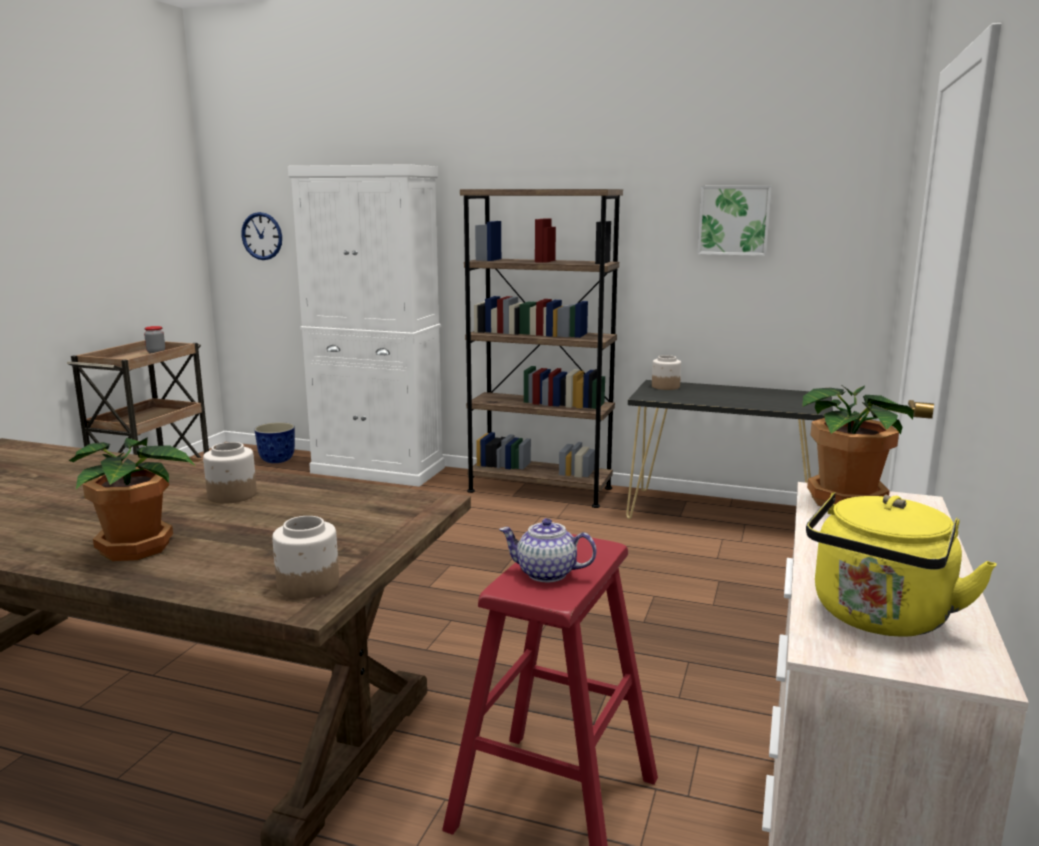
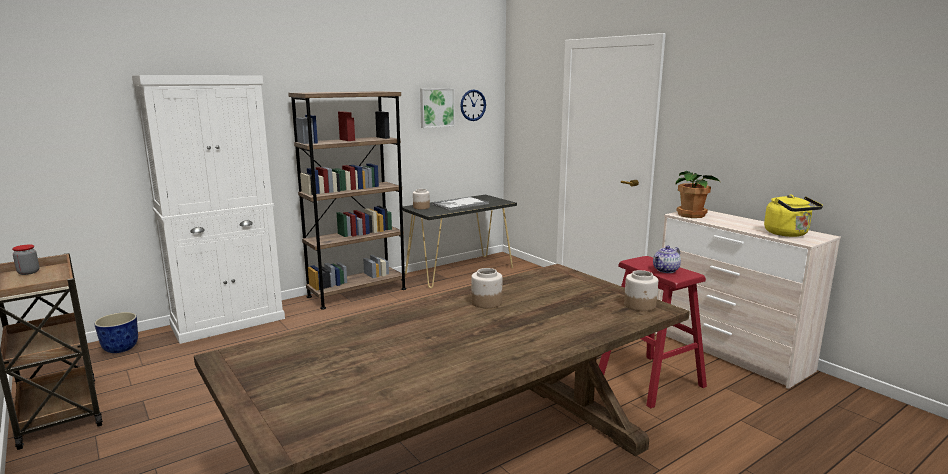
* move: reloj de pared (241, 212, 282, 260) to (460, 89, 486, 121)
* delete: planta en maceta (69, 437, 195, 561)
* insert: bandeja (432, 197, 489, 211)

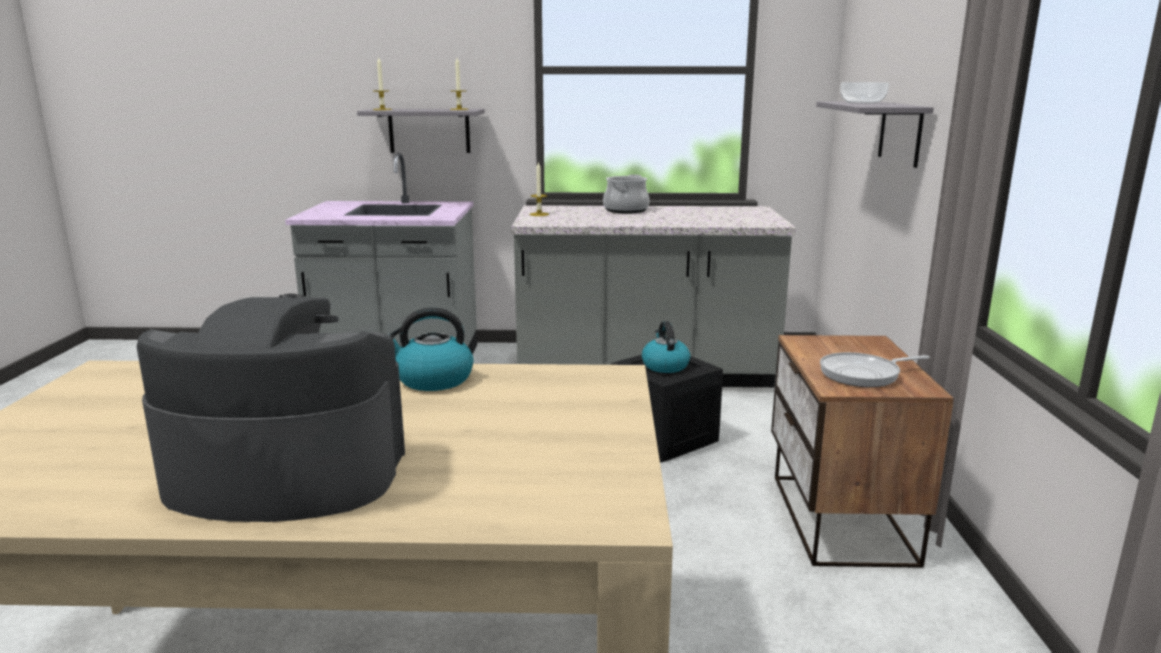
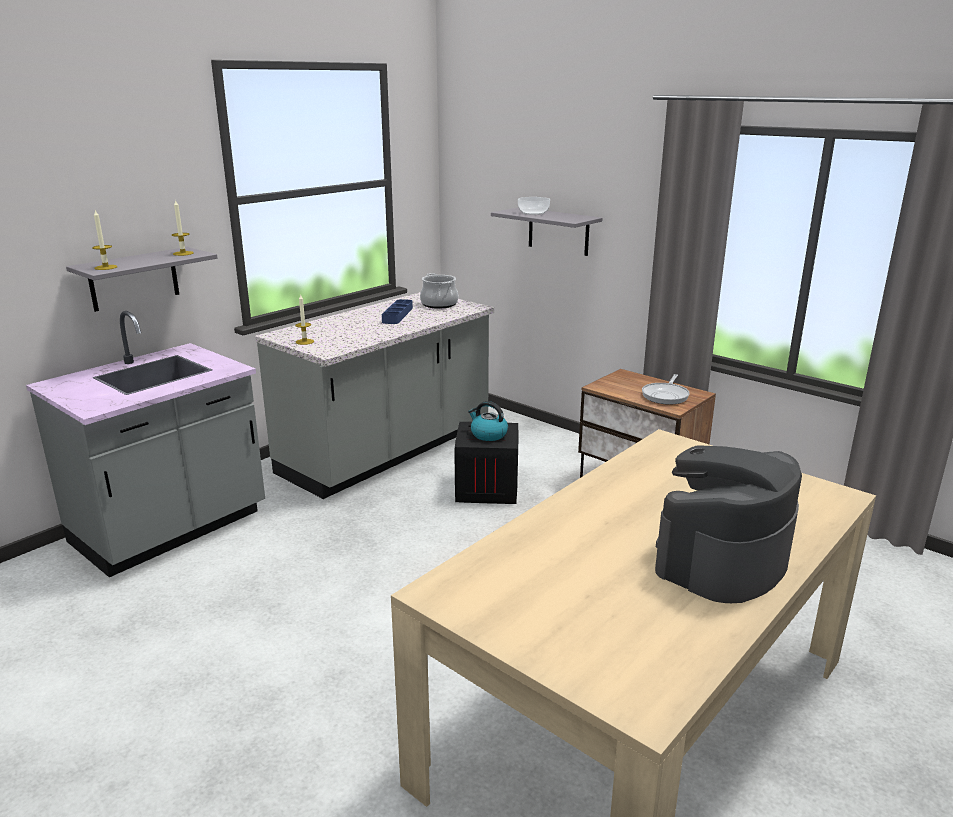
* move: olla (603, 174, 649, 214) to (420, 273, 458, 309)
* delete: hervidor (388, 308, 474, 391)
* insert: bandeja (azul) (382, 299, 413, 324)

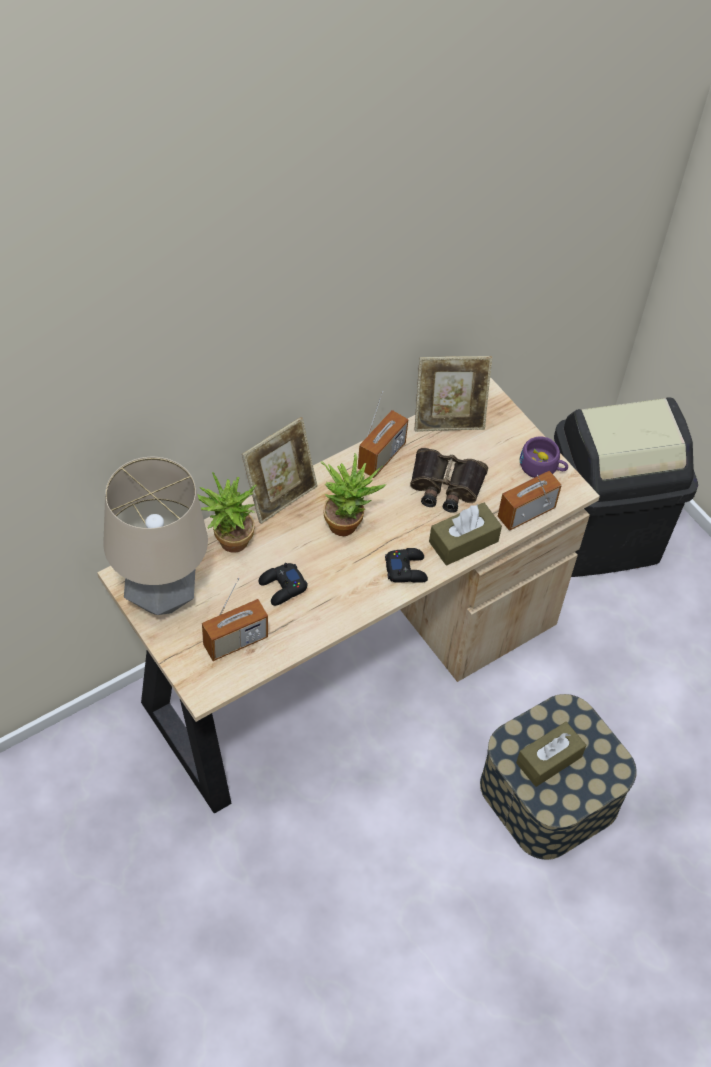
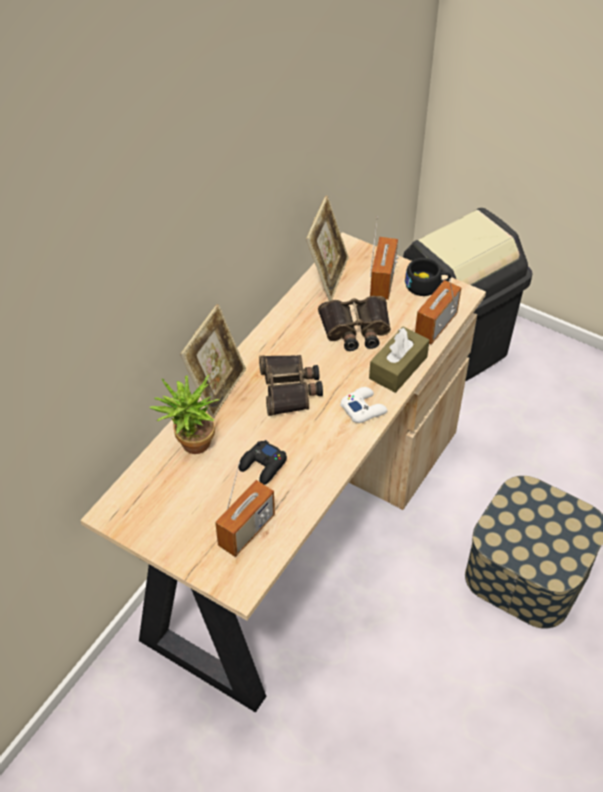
* rotate: portarretratos (415, 356, 492, 432) = (306, 196, 349, 301) 45 degrees counterclockwise
* move: radio (358, 391, 408, 478) to (370, 216, 398, 300)
* recolor: taza (morado) (520, 436, 568, 478) to taza (negro) (405, 258, 451, 296)
* replace: planta en maceta (321, 453, 387, 536) to prismáticos (259, 355, 323, 416)
* delete: lámpara de mesa (103, 457, 208, 615)
* recolor: mando de consola (negro) (385, 548, 428, 583) to mando de consola (blanco) (340, 387, 388, 423)
* delete: caja de pañuelos (marrón) (516, 722, 586, 787)

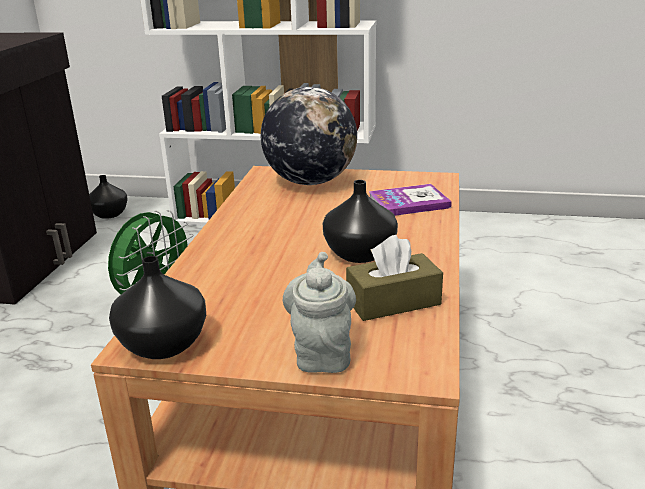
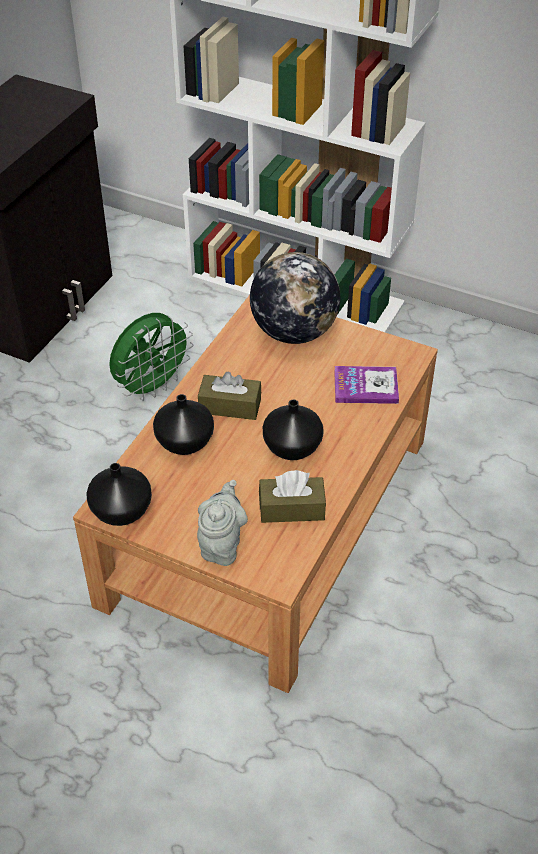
* move: florero (negro) (89, 175, 128, 219) to (153, 394, 214, 455)
* insert: caja de pañuelos (marrón) (198, 371, 261, 420)

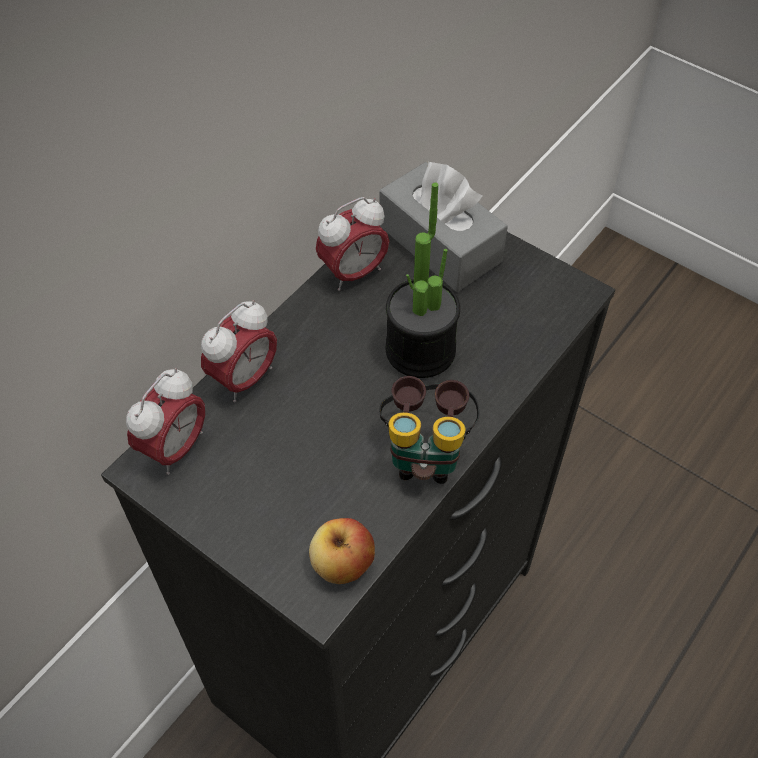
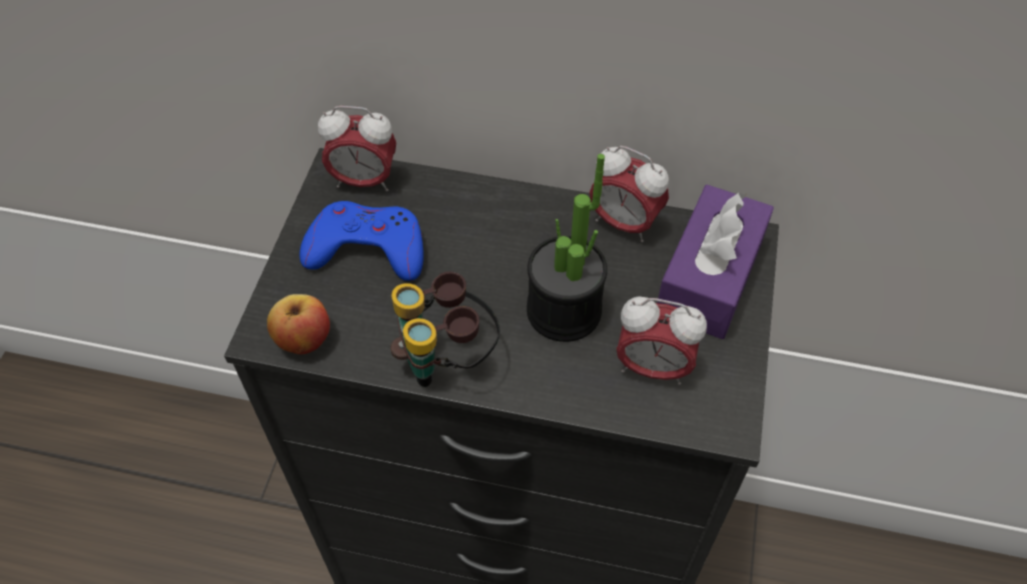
* recolor: caja de pañuelos (gris) (379, 161, 508, 292) to caja de pañuelos (morado) (657, 185, 774, 339)
* move: despertador (201, 300, 277, 402) to (616, 296, 707, 385)
* insert: mando de consola (azul) (300, 201, 424, 281)

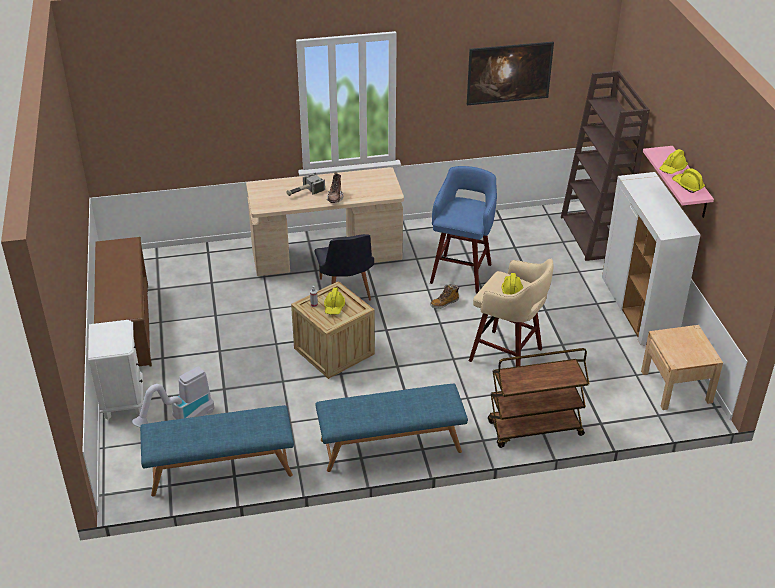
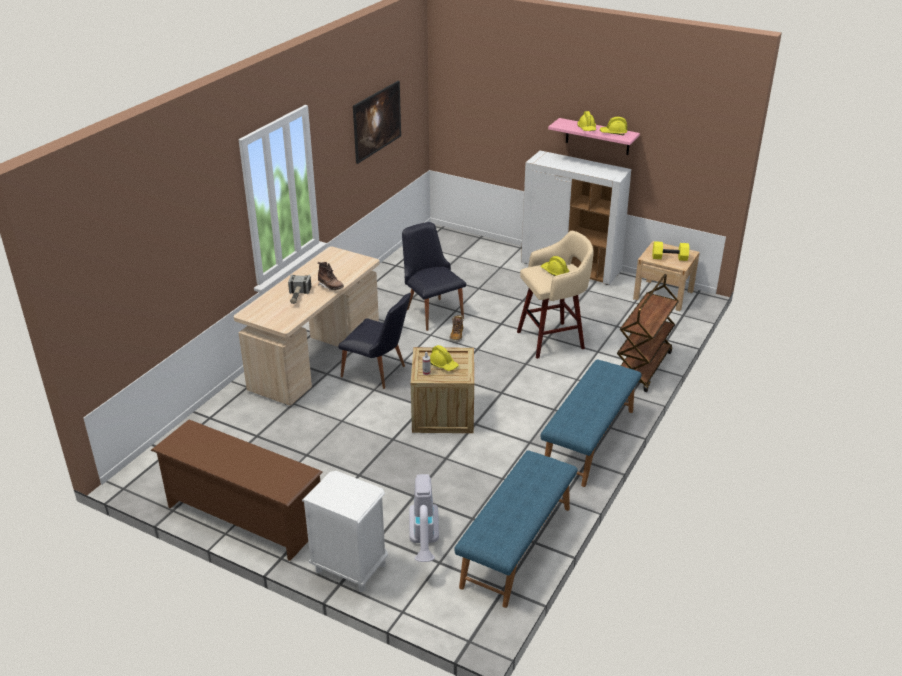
* delete: estantería (marrón) (561, 71, 650, 261)
* replace: taburete (azul) (430, 166, 497, 293) to silla (negro) (402, 222, 466, 331)
* insert: mancuerna (amarillo) (652, 241, 689, 261)

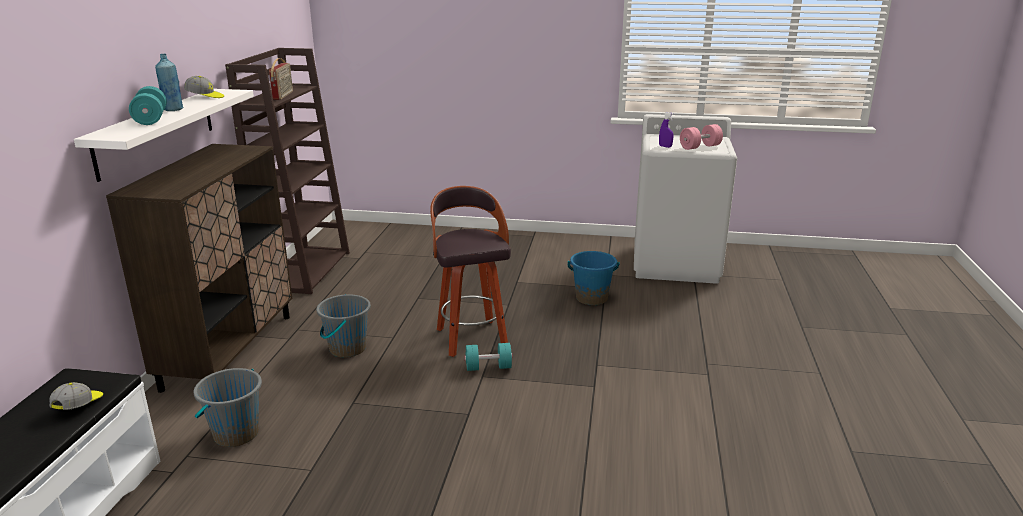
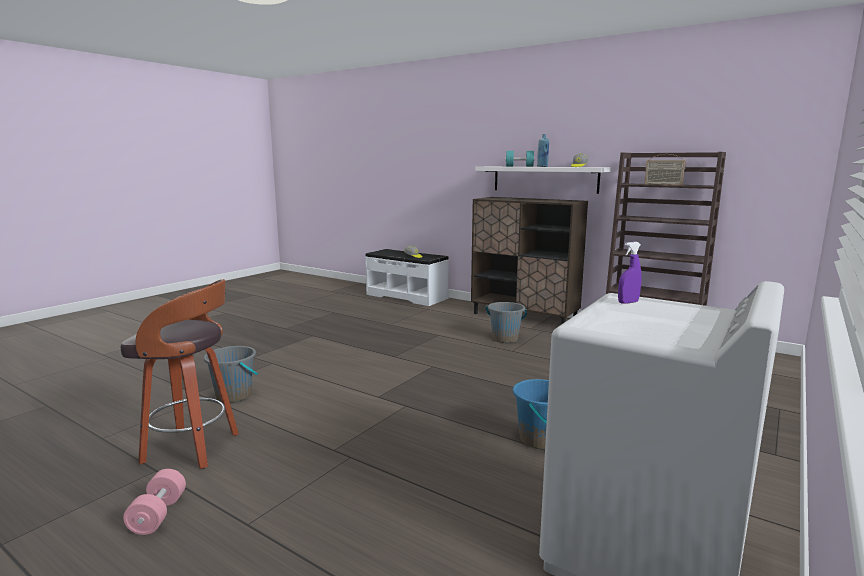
* move: mancuerna (rosa) (680, 124, 723, 150) to (123, 469, 186, 535)
* move: taburete (430, 186, 511, 357) to (121, 279, 239, 469)
* delete: mancuerna (turquesa) (464, 343, 512, 371)
* move: cubo (gris) (193, 368, 262, 447) to (204, 346, 258, 403)

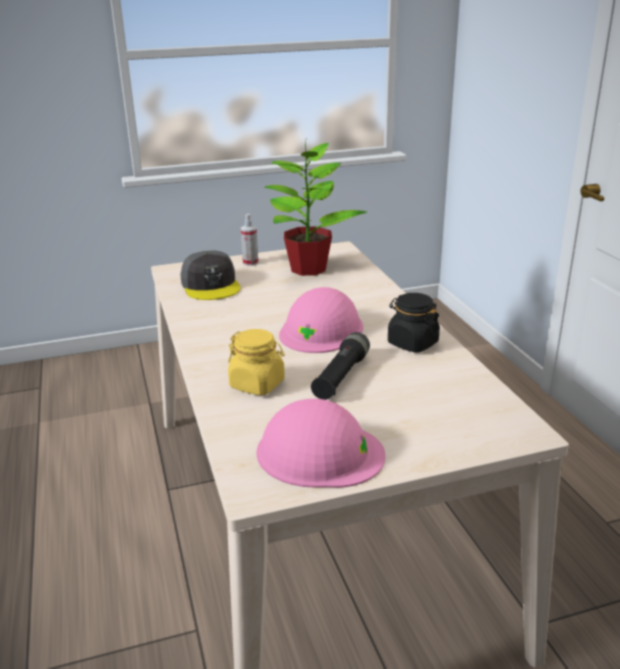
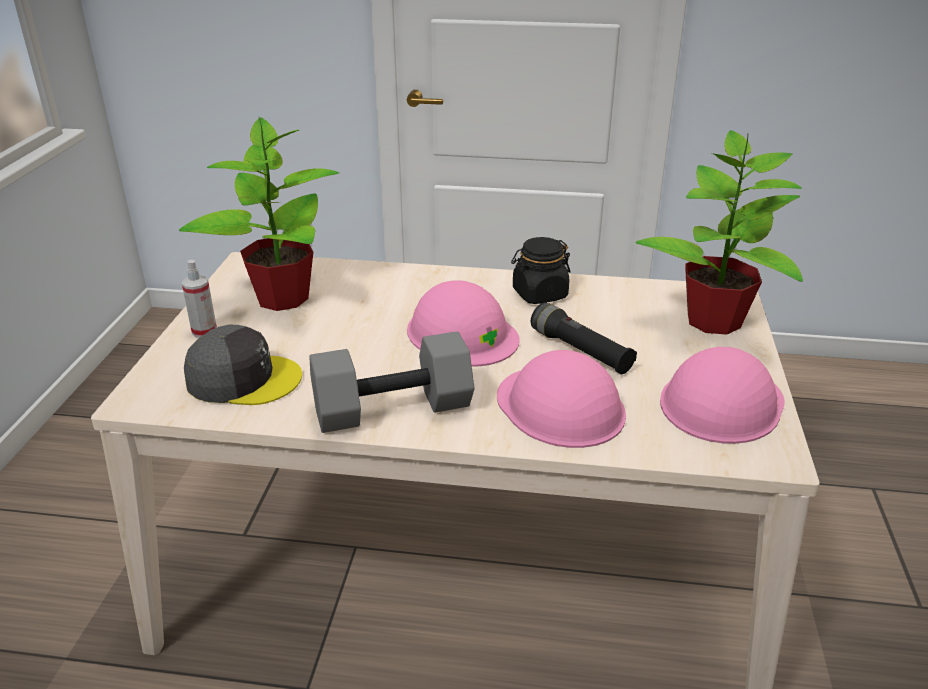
* replace: tarro (amarillo) (228, 329, 285, 395) to casco (rosa) (497, 350, 626, 448)
* insert: planta en maceta (635, 130, 803, 335)
* insert: mancuerna (gris) (309, 331, 475, 433)

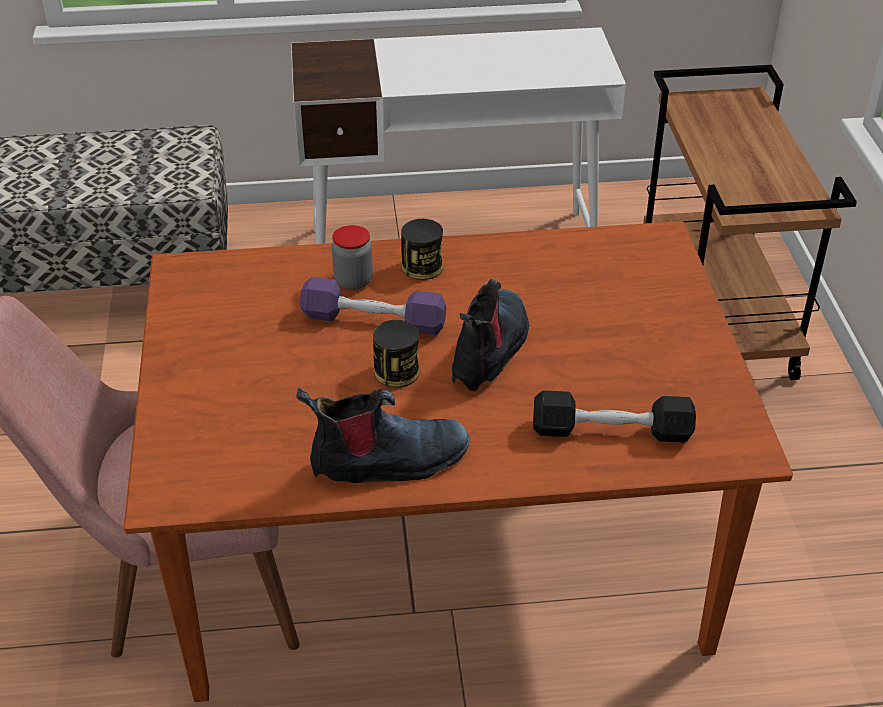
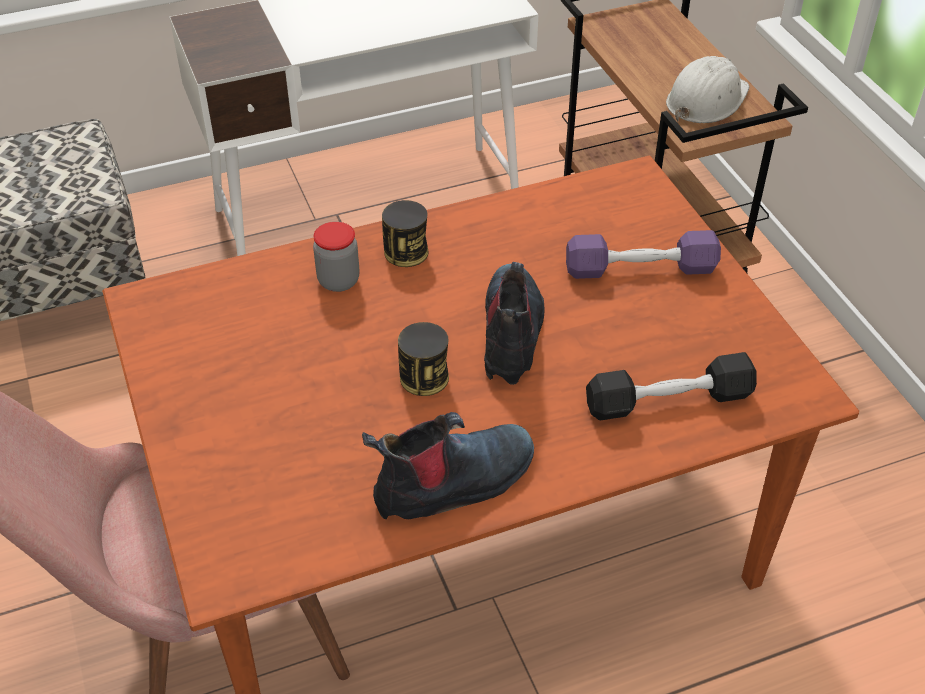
* move: mancuerna (morado) (300, 277, 446, 335) to (566, 230, 721, 279)
* insert: casco (blanco) (666, 56, 749, 123)

